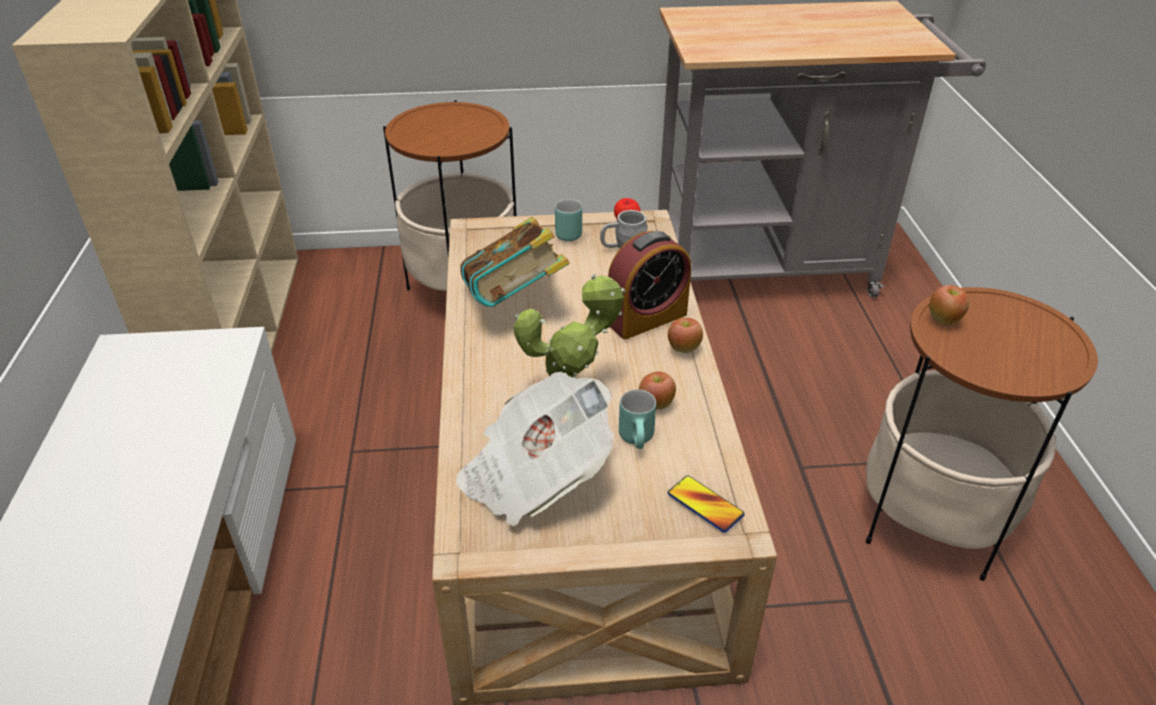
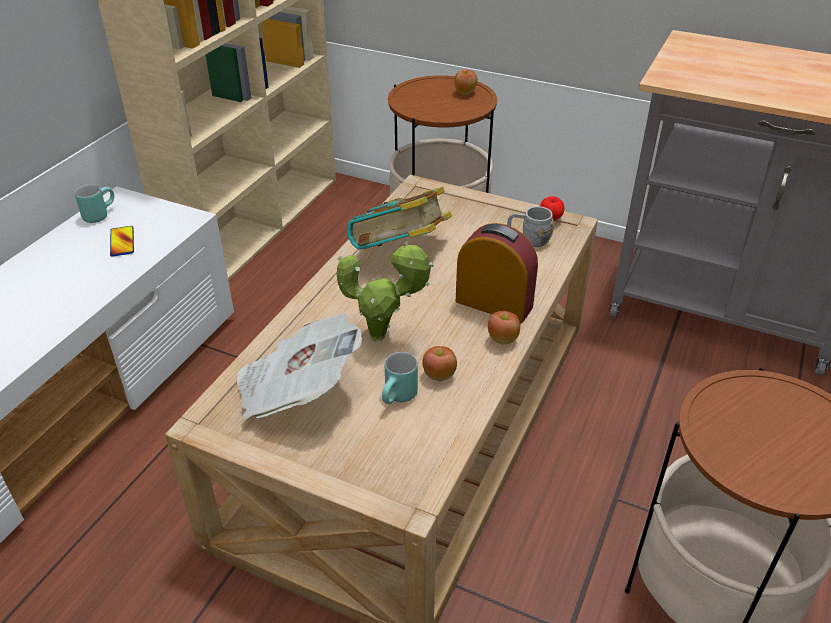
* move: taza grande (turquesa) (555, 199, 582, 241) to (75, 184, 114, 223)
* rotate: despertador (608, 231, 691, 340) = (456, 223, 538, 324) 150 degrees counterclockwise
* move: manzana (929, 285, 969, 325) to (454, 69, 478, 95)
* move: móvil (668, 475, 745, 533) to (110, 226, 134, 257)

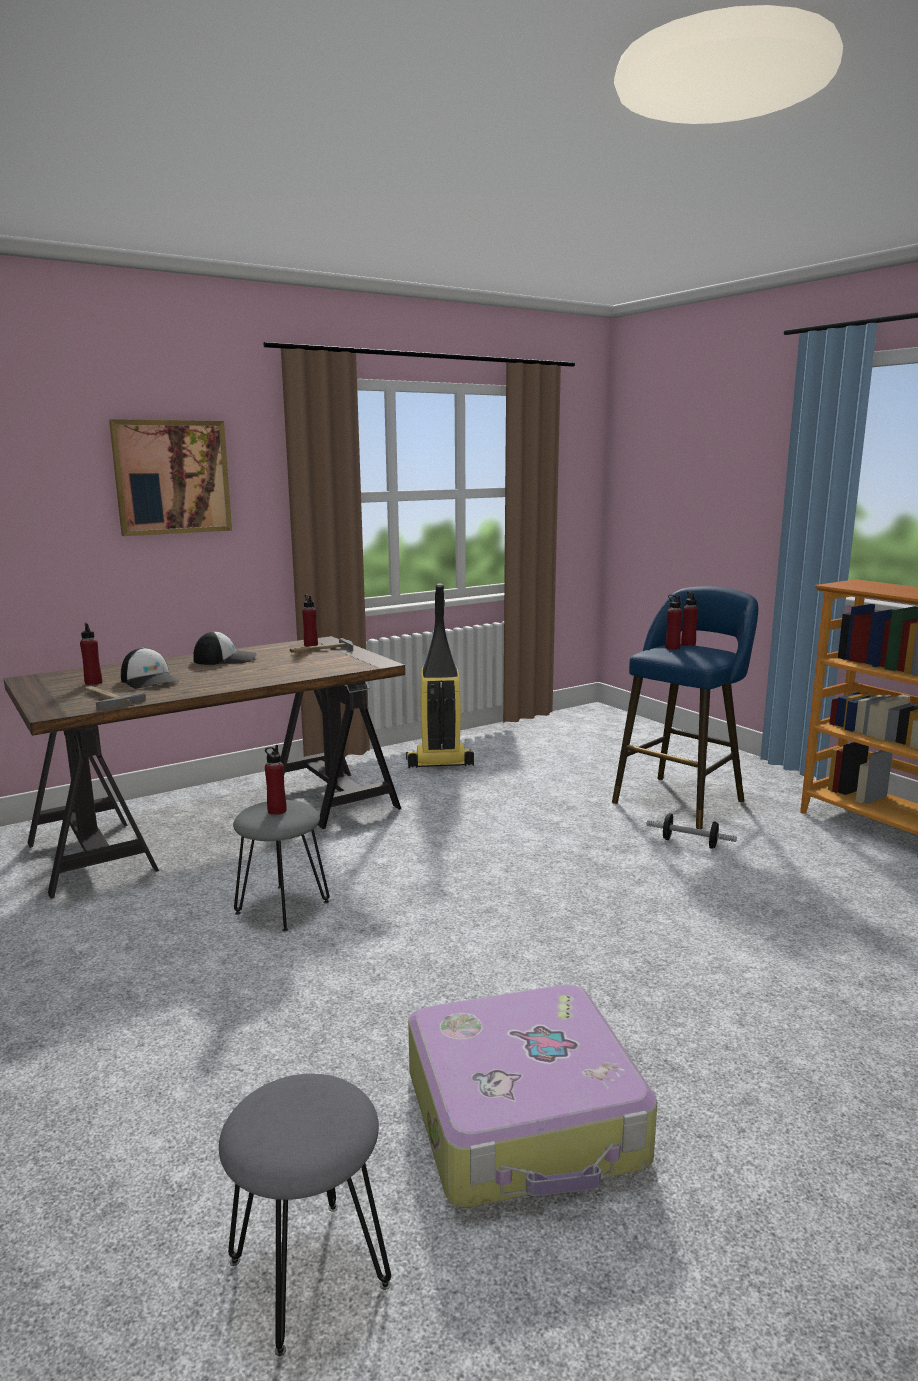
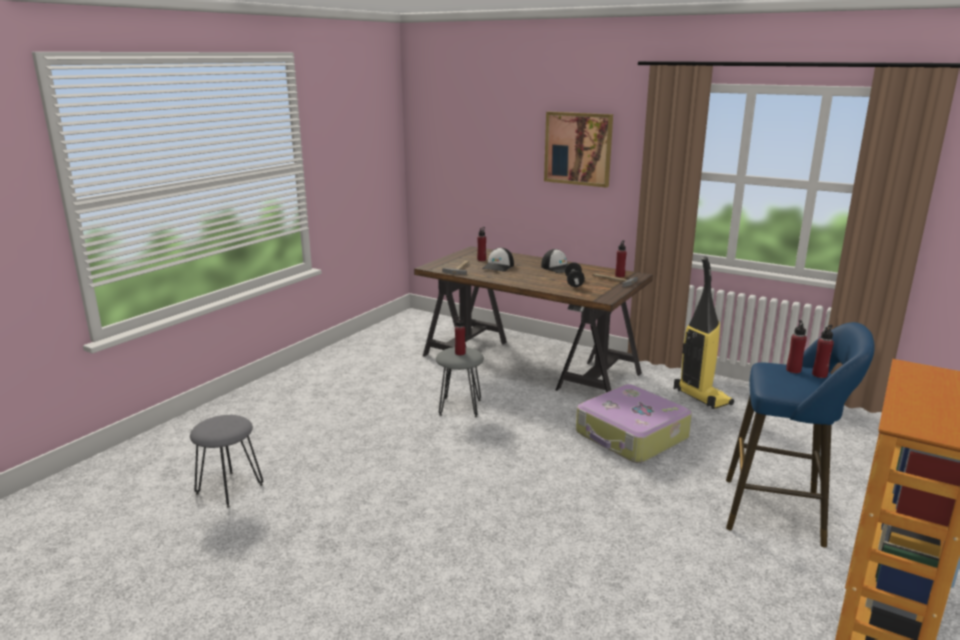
* move: mancuerna (646, 814, 737, 849) to (565, 262, 585, 287)
* move: maleta (408, 984, 658, 1208) to (576, 384, 692, 463)

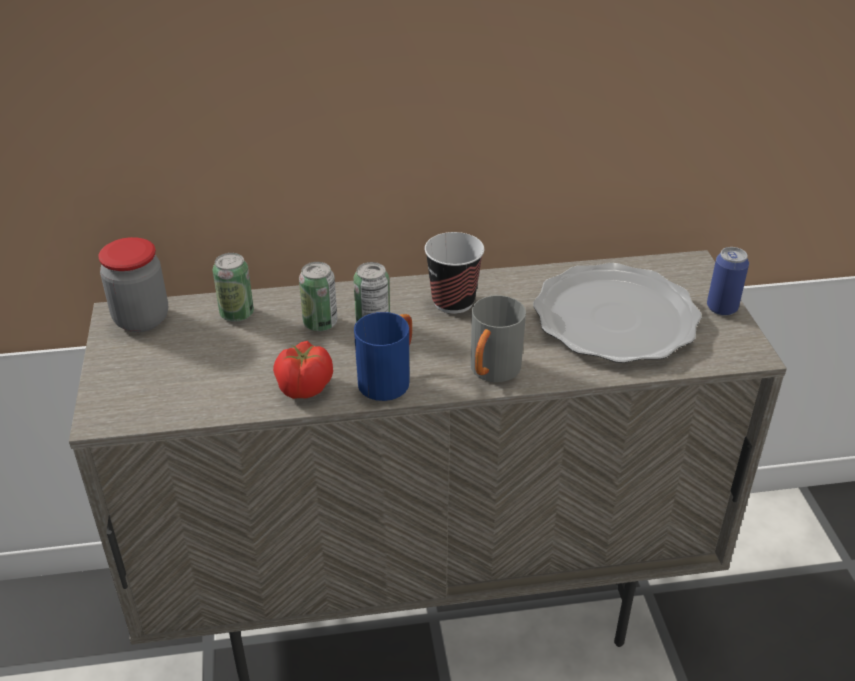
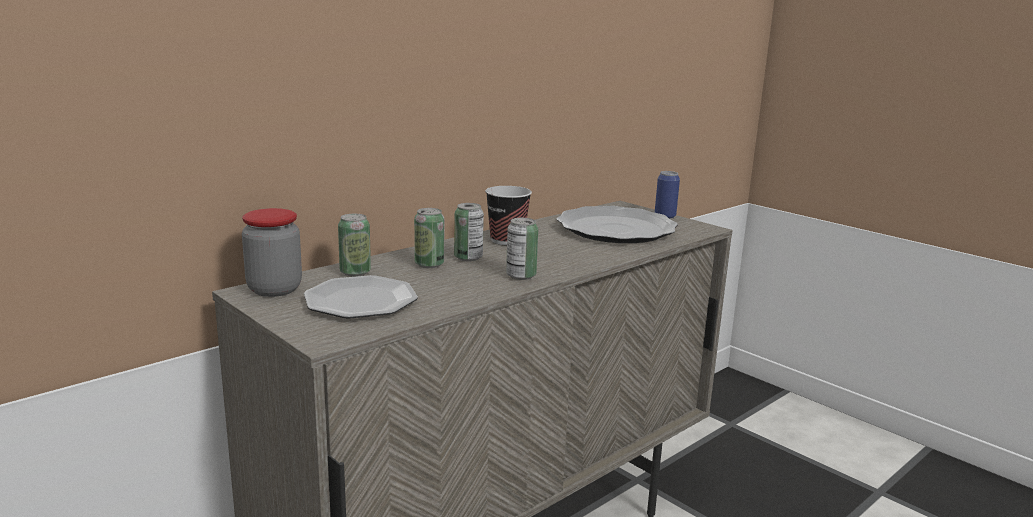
* delete: taza grande (gris) (471, 295, 526, 382)
* replace: taza grande (azul) (354, 312, 412, 401) to lata (506, 218, 538, 280)
* delete: tomate (273, 341, 333, 399)
* insert: plato (304, 275, 418, 319)

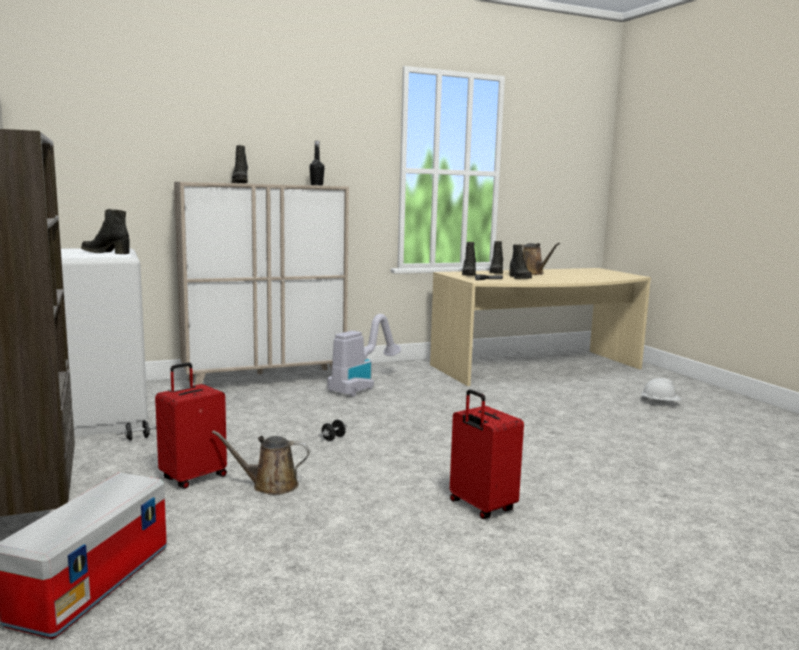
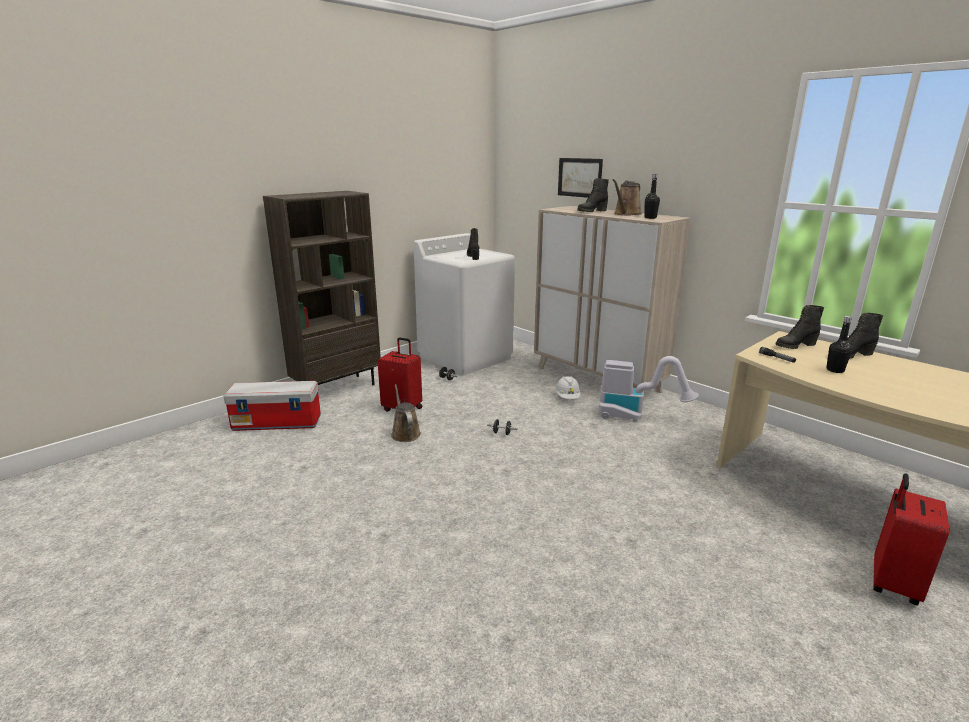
* move: regadera (marrón) (522, 243, 560, 275) to (613, 179, 642, 215)
* replace: bota (negro) (510, 244, 532, 279) to botella (negro) (826, 316, 852, 373)
* move: casco (blanco) (640, 378, 681, 402) to (555, 376, 581, 399)
* move: maleta (rojo) (450, 389, 524, 519) to (873, 474, 950, 606)
* insert: cuadro (558, 158, 603, 198)

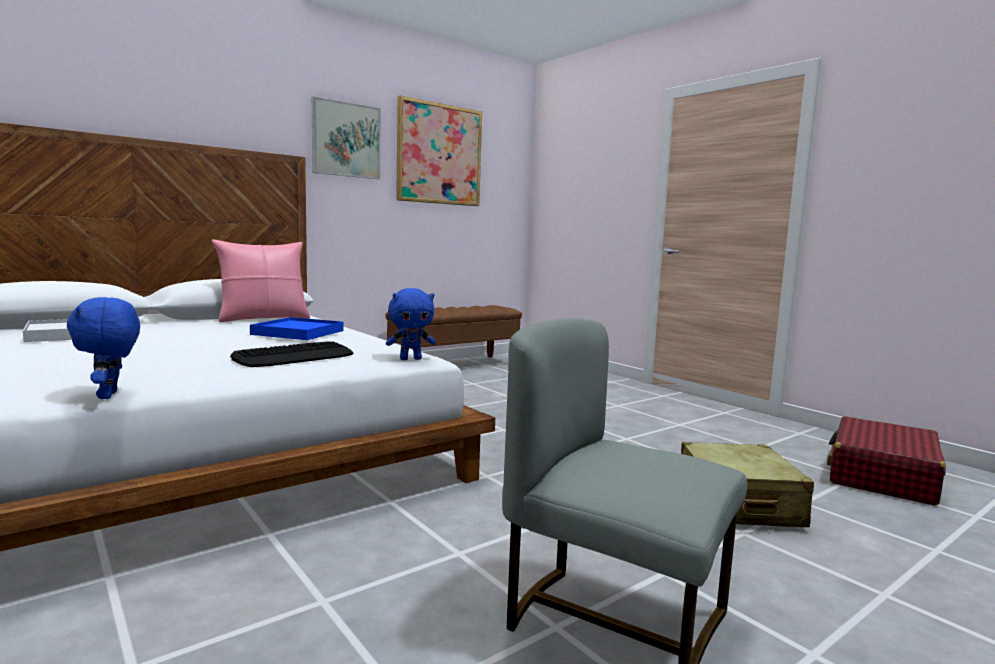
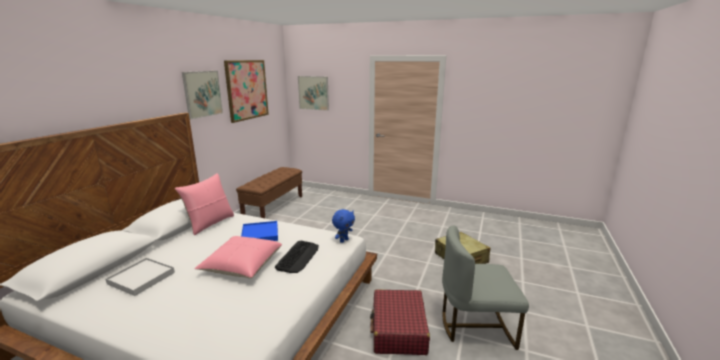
* delete: peluche (azul) (67, 297, 140, 399)
* move: maleta (rojo) (827, 416, 946, 506) to (370, 289, 430, 355)
* insert: cuadro (298, 76, 329, 111)
* insert: cojín (rosa) (195, 236, 282, 278)

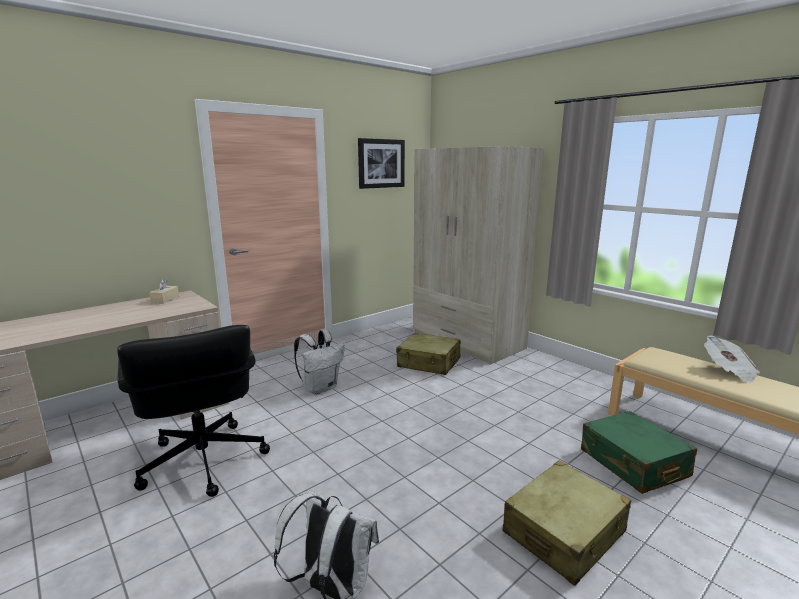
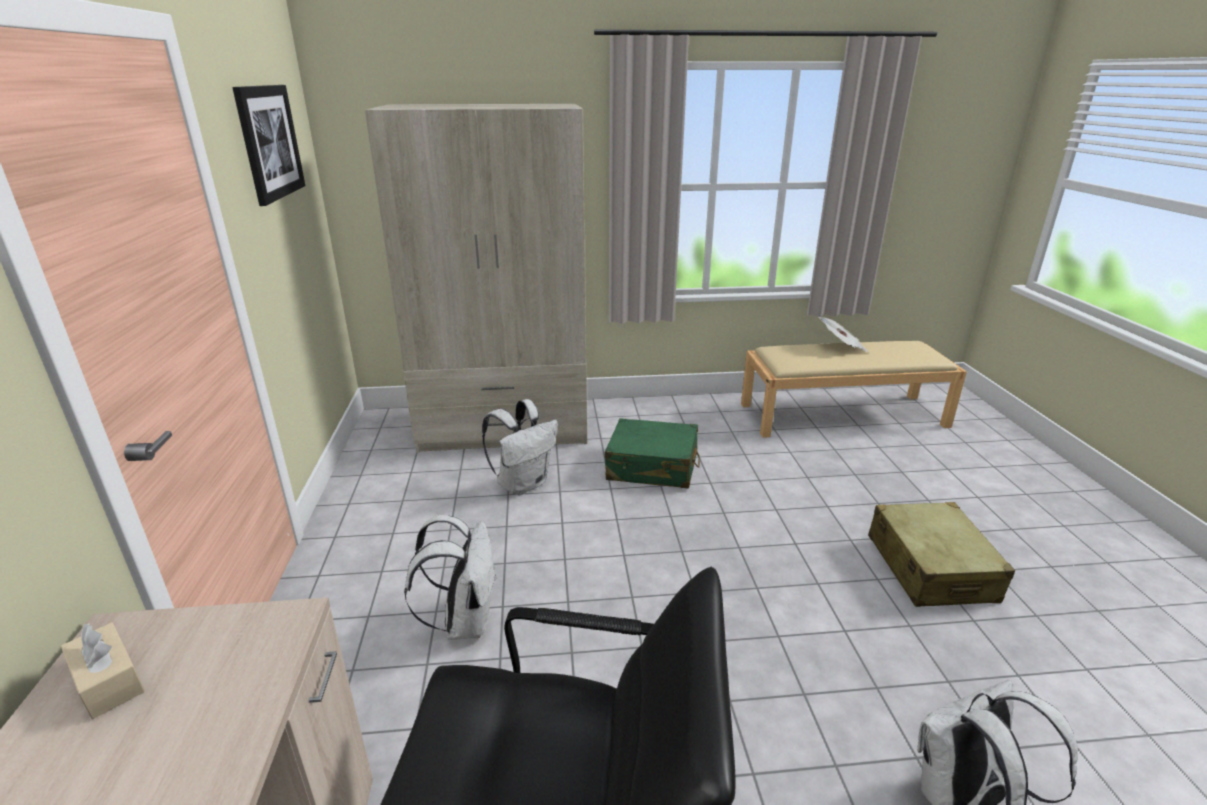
* replace: maleta (beis) (396, 333, 461, 375) to mochila (blanco) (482, 399, 558, 495)
* move: maleta (verde) (581, 411, 697, 494) to (605, 418, 700, 489)

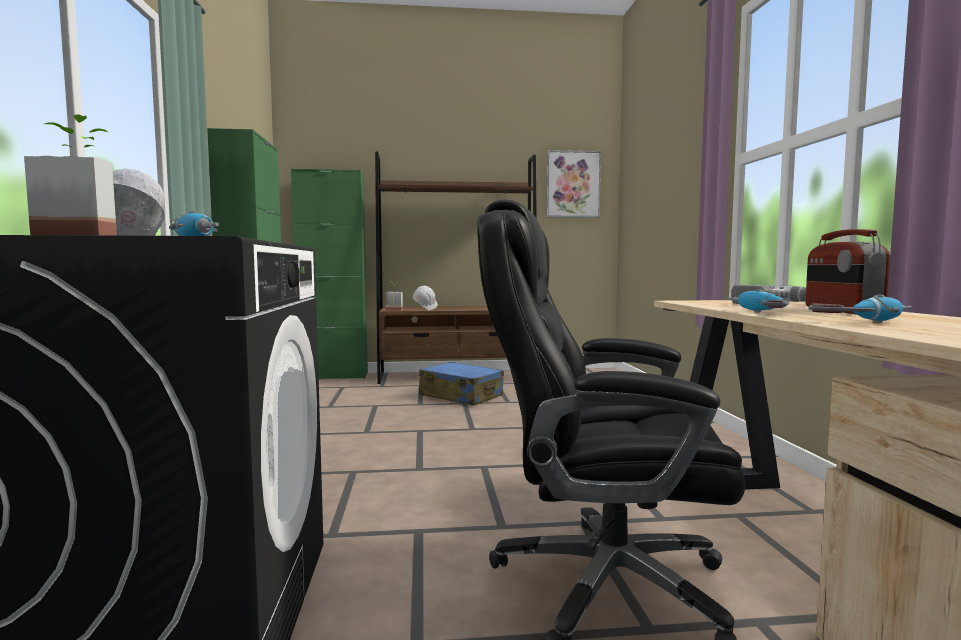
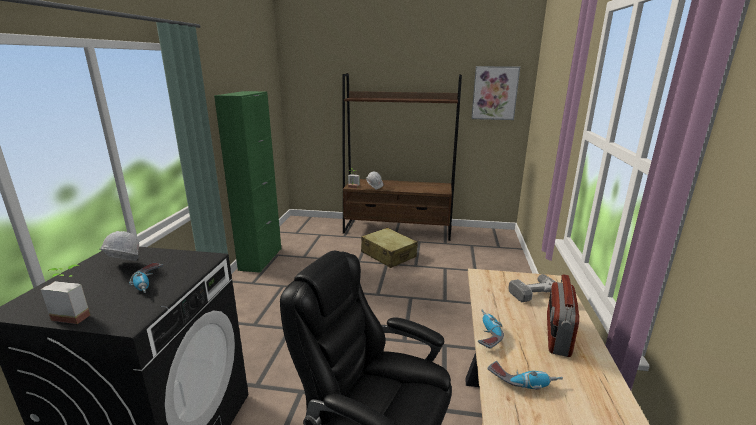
* delete: armario (verde) (291, 169, 368, 379)
* recolor: maleta (azul) (419, 362, 504, 406) to maleta (beis) (361, 227, 418, 268)

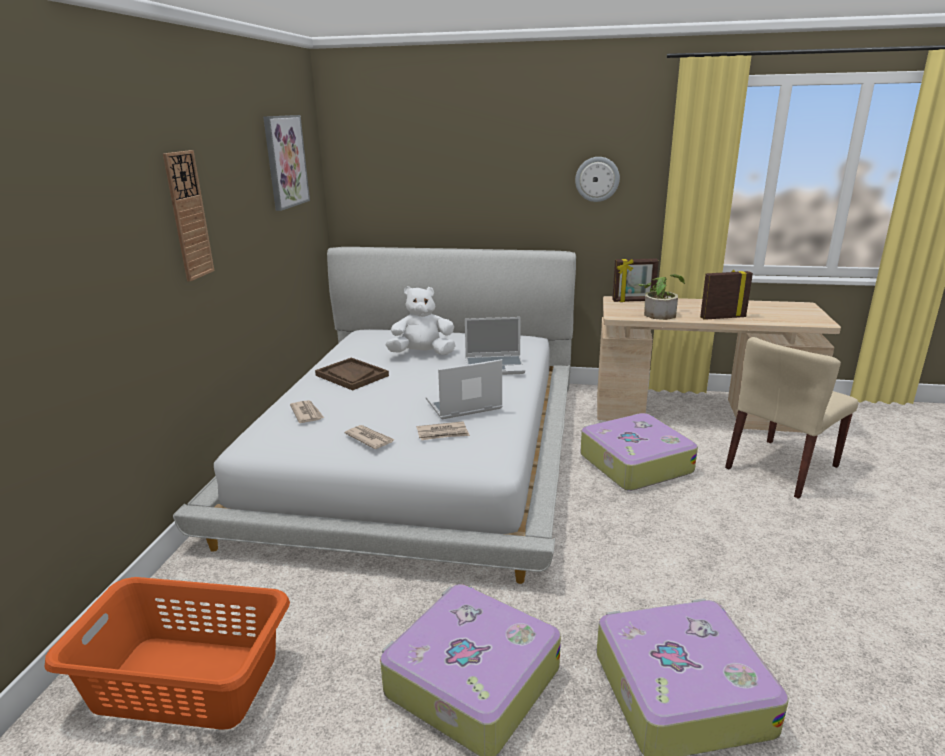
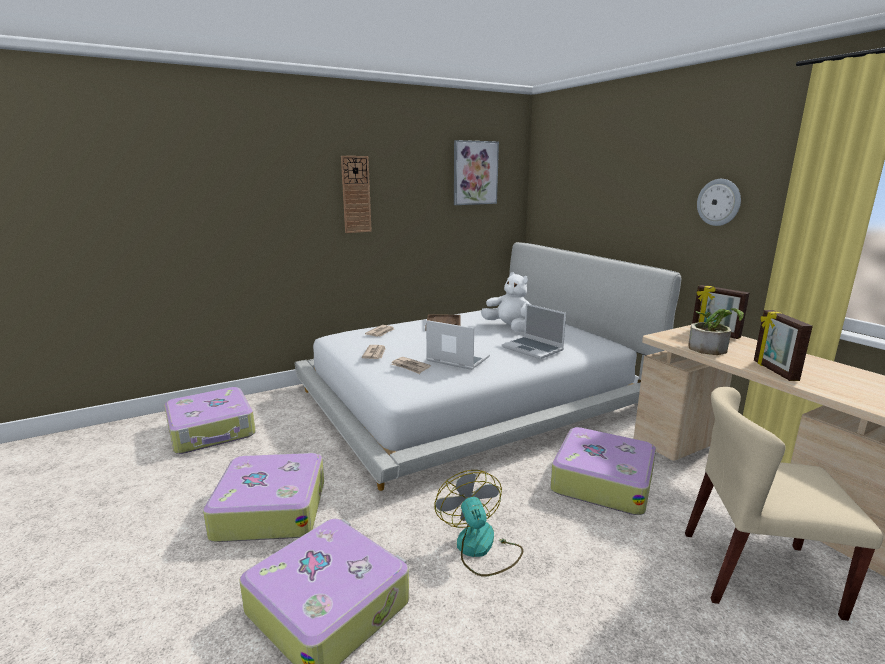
* rotate: portarretratos (700, 270, 753, 320) = (754, 310, 813, 381) 135 degrees counterclockwise
* replace: cesto de la ropa (naranja) (45, 577, 290, 730) to maleta (164, 387, 256, 454)
* insert: ventilador (435, 470, 523, 576)

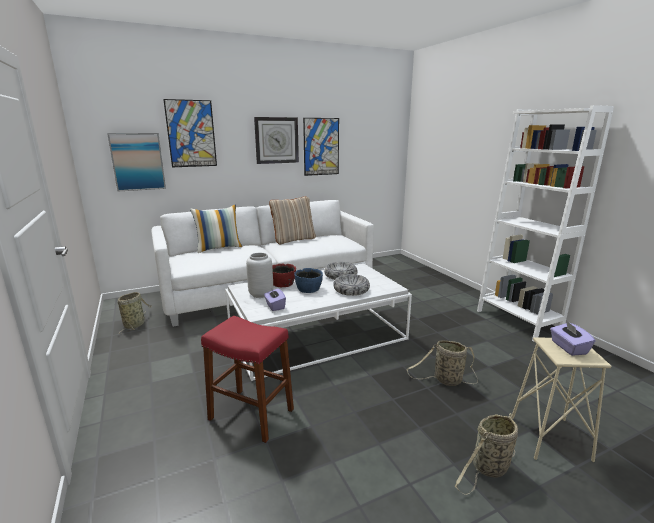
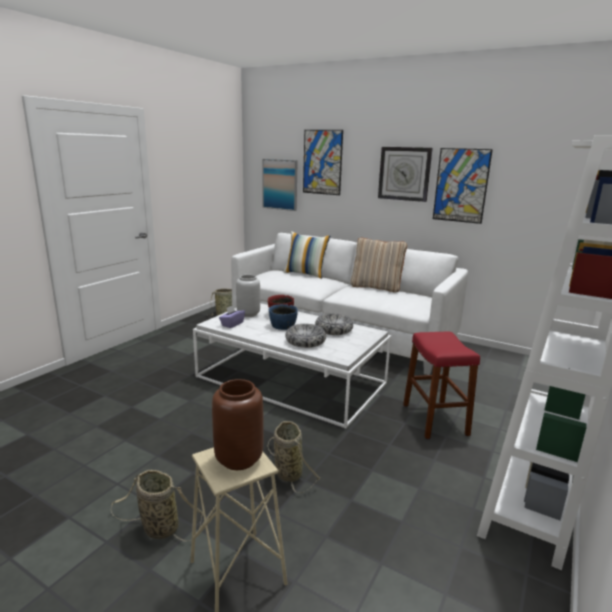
* move: taburete (rojo) (201, 316, 294, 443) to (403, 331, 480, 439)
* replace: caja de pañuelos (morado) (550, 321, 595, 356) to florero (marrón) (212, 379, 264, 470)

